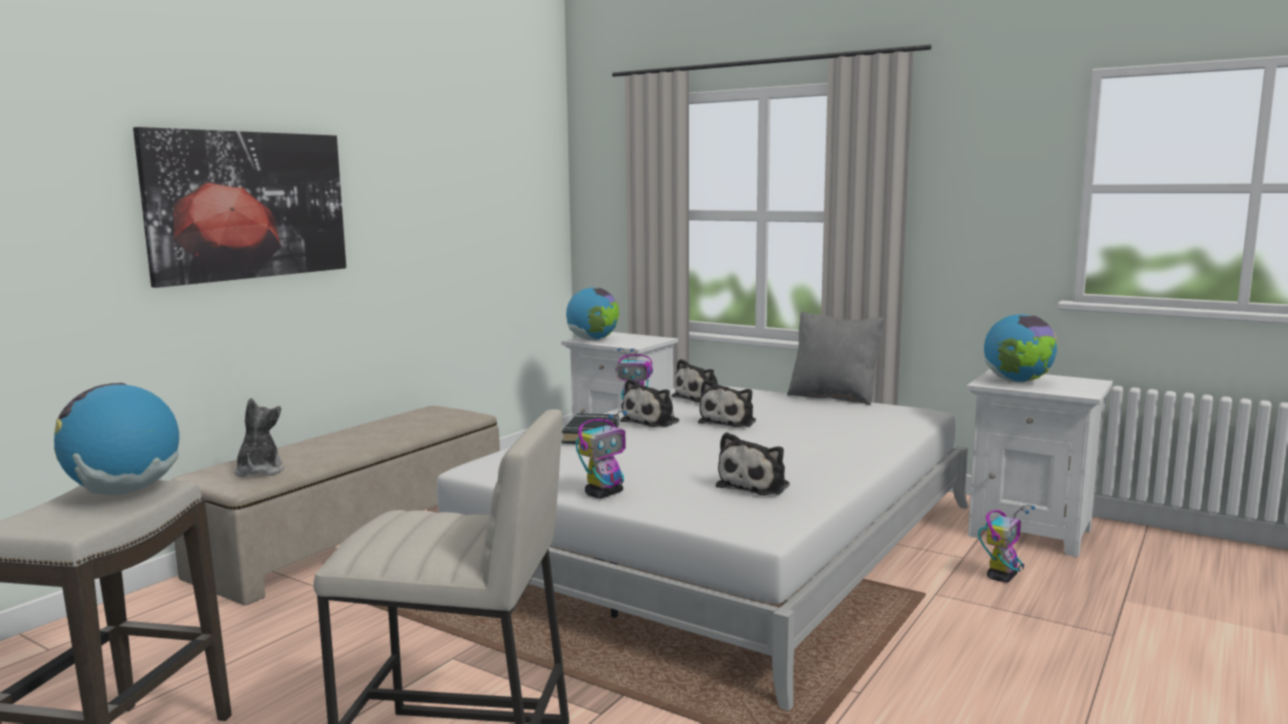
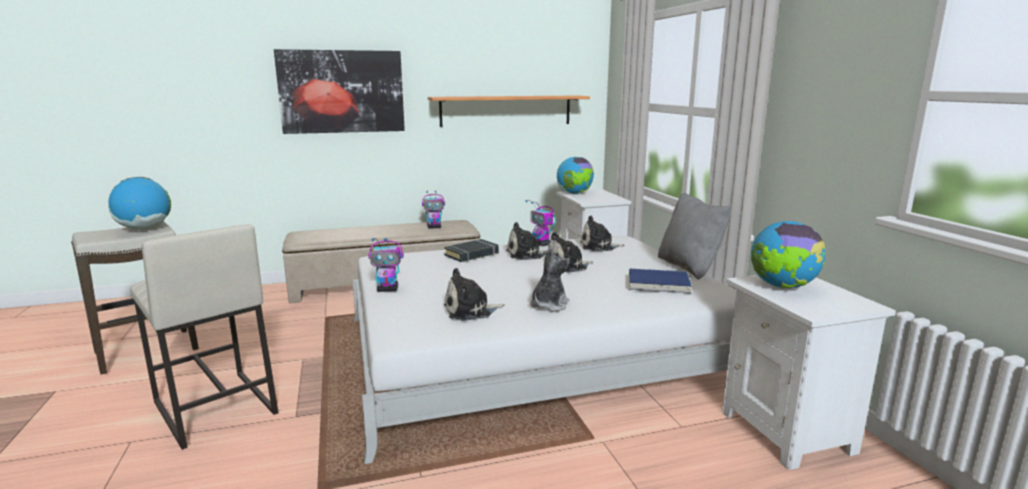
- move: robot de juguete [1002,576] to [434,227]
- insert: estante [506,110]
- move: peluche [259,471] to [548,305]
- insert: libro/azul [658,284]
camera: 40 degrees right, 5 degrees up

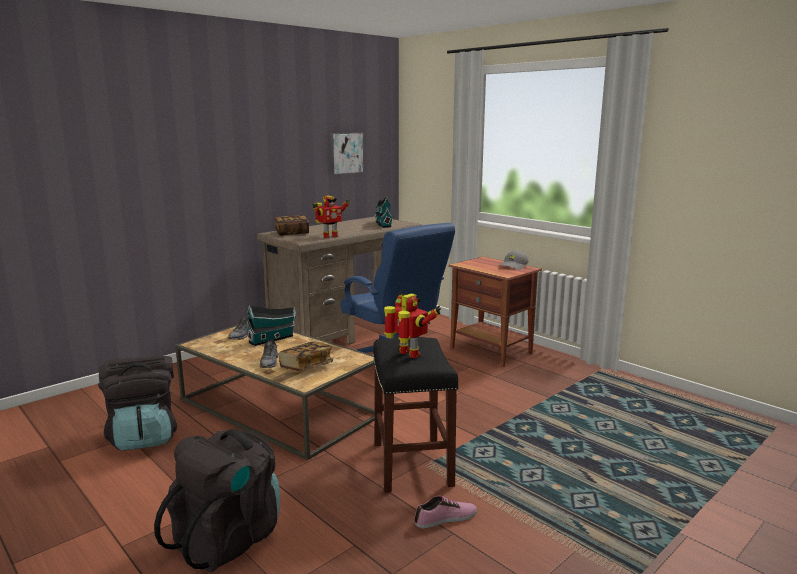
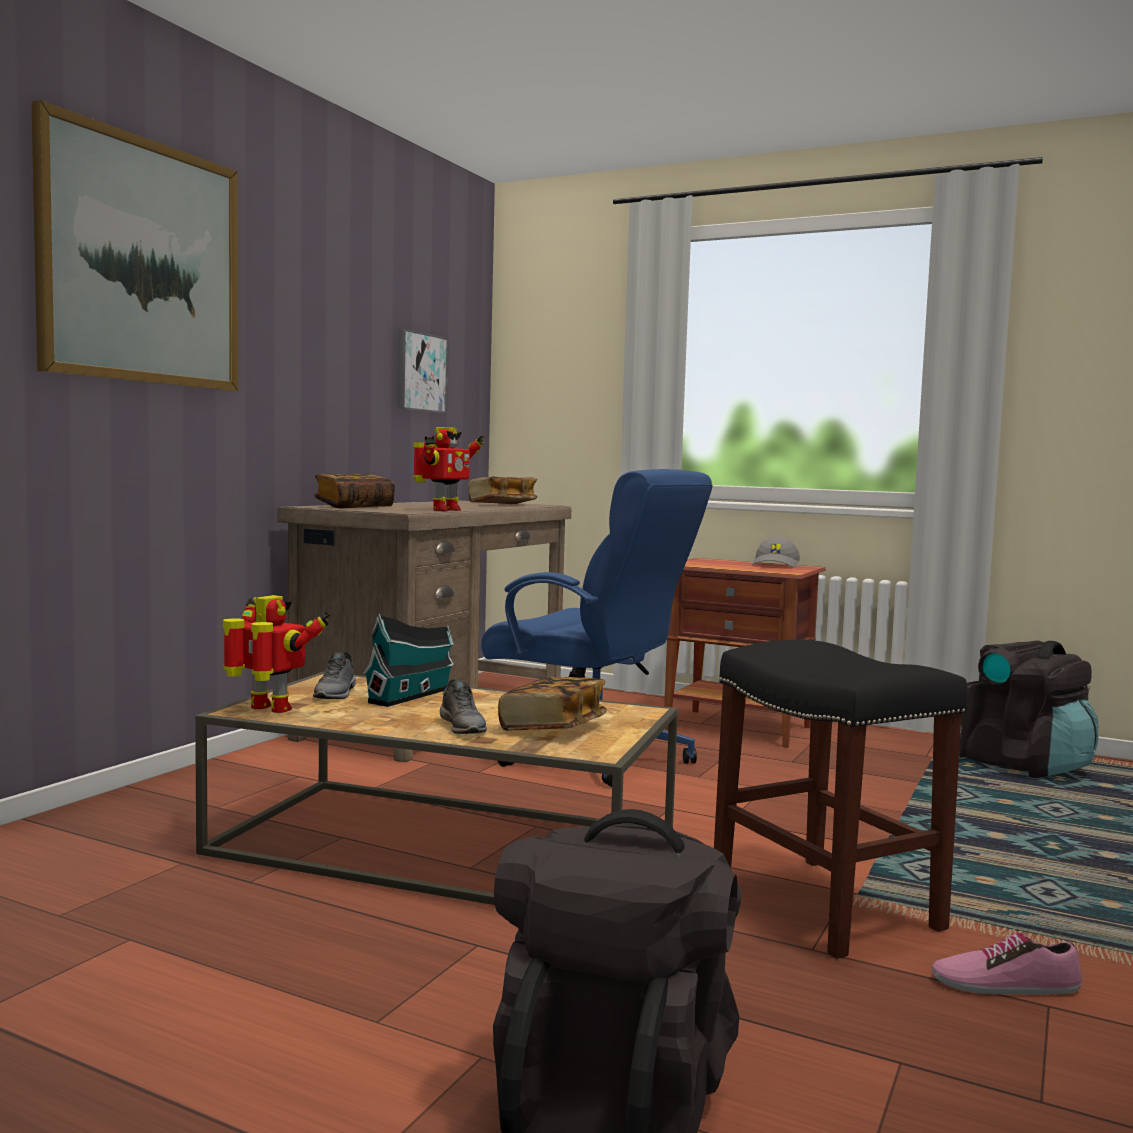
- insert: cuadro [142,262]
- move: robot de juguete [408,355] to [269,709]
- replace: casita [383,224] to libro [502,504]
- rotate: zapato [446,519] = [1004,984] 135 degrees counterclockwise
- move: mochila/negro [144,436] to [1022,766]
camera: 20 degrees left, 10 degrees down

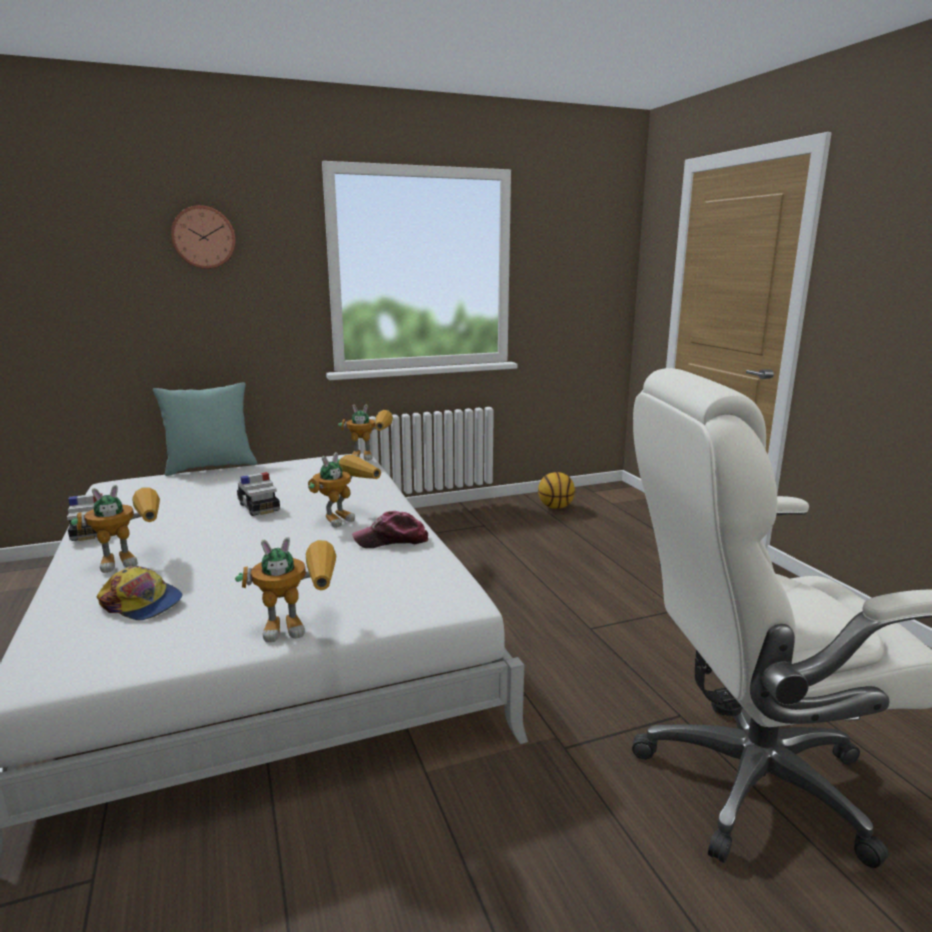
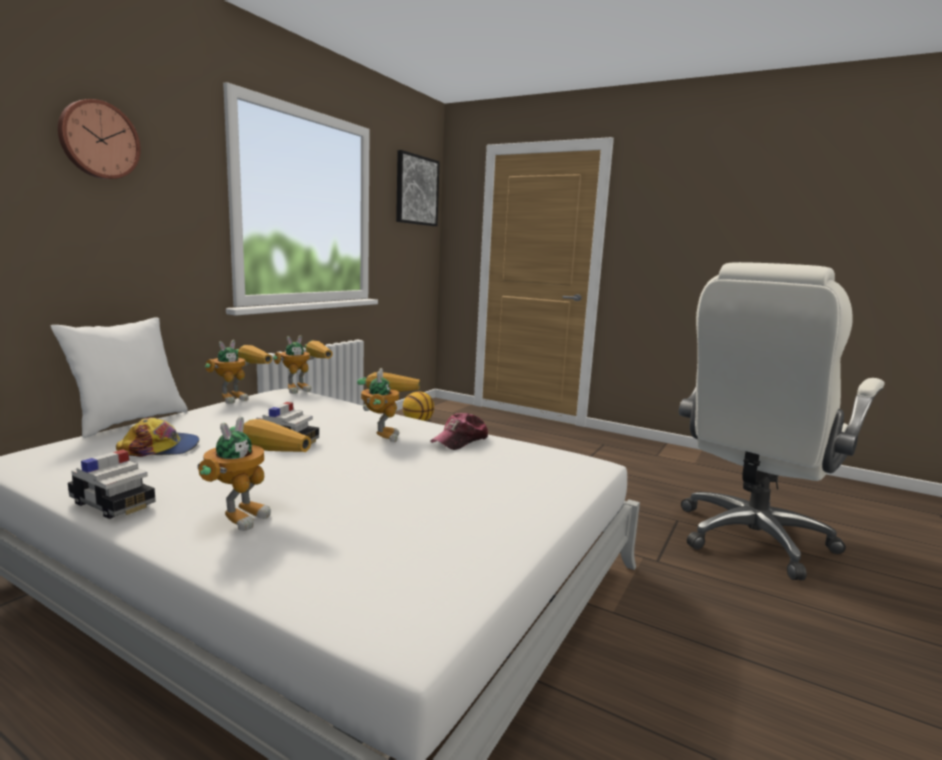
- recolor: cojín/turquesa [211,467] to cojín/blanco [129,421]
- move: gorra [142,603] to [161,448]
- move: robot de juguete [300,626] to [240,397]
- insert: cuadro [416,190]
camera: 40 degrees left, 5 degrees down

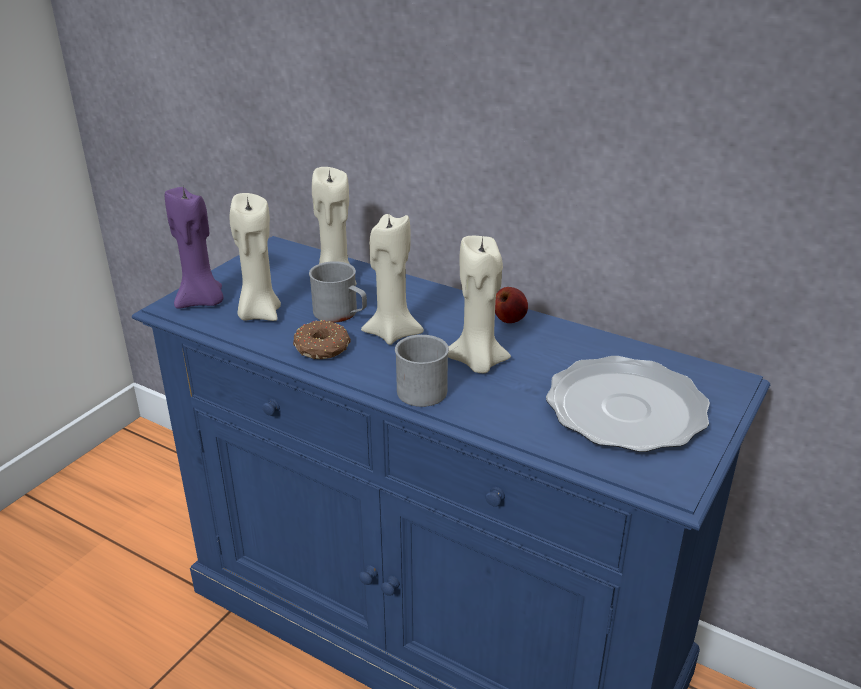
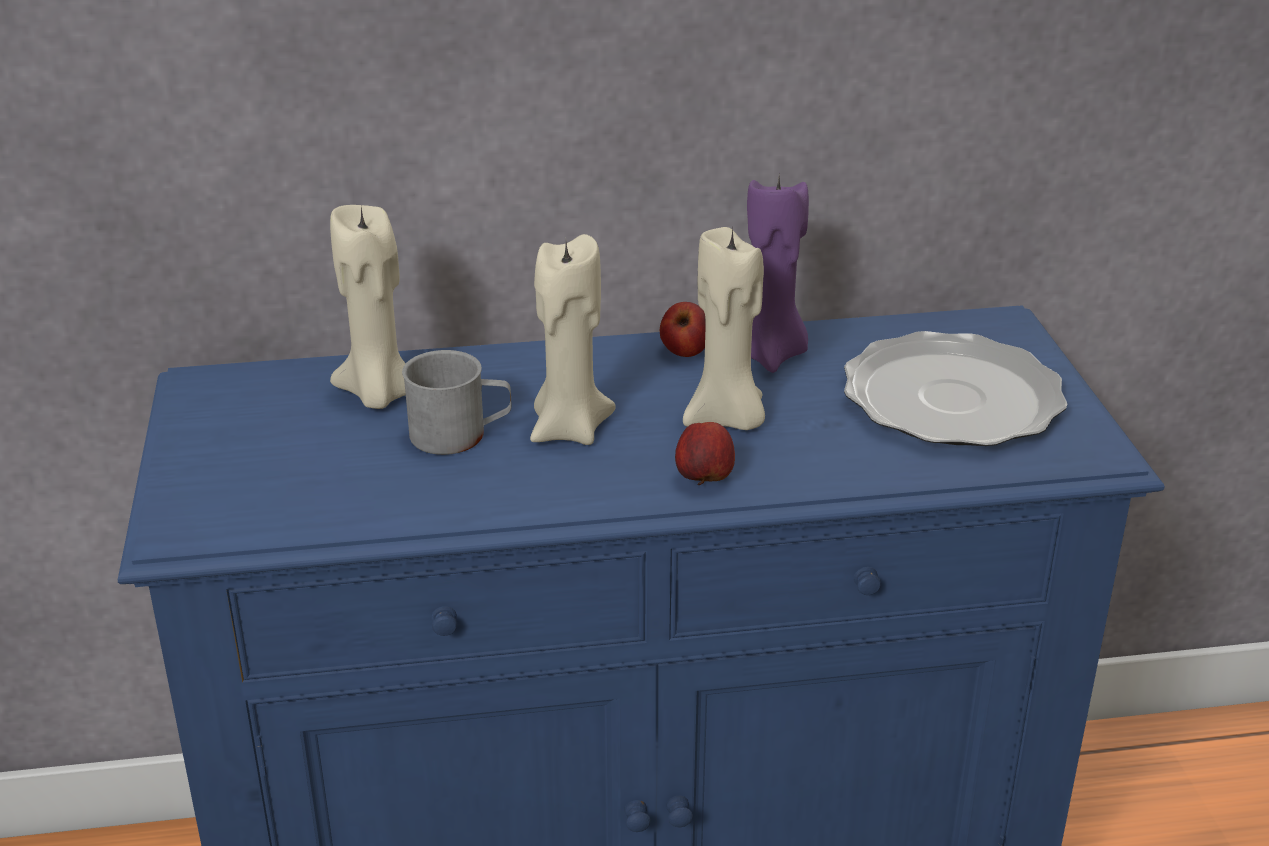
- replace: taza grande/gris [418,387] to manzana [704,479]
- move: vela/morado [202,302] to [772,356]
- delete: vela/beis [259,314]
- delete: rosquilla [322,348]
camera: 40 degrees left, 0 degrees up

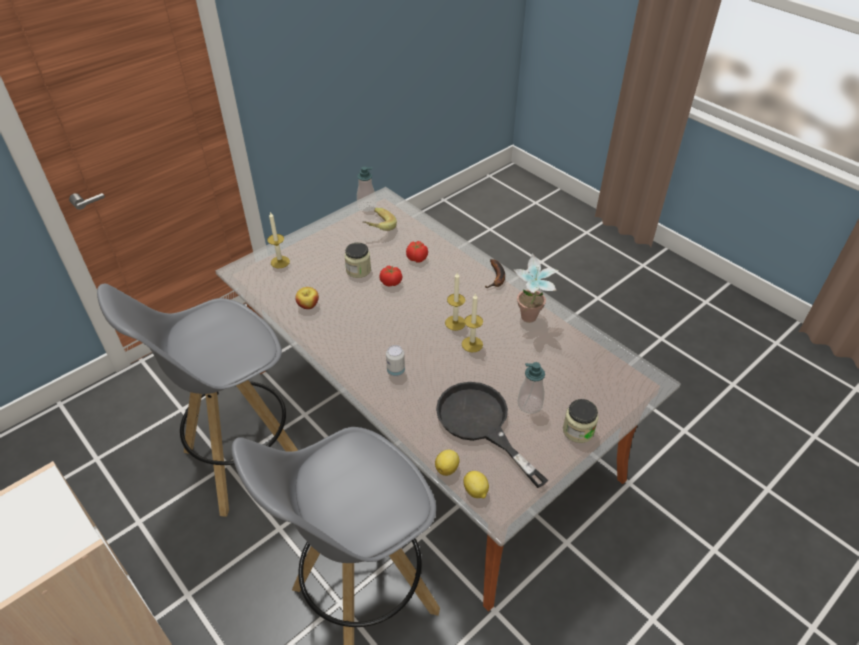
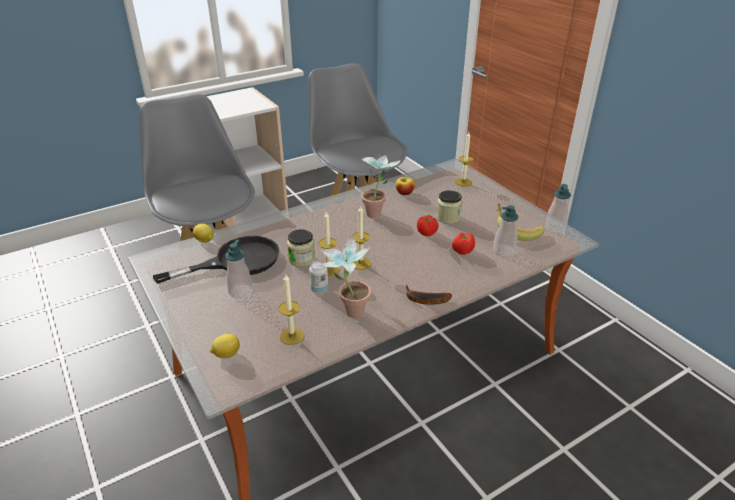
- move: limón [475,491] to [226,354]
- insert: vela [292,336]
- move: tarro [578,430] to [302,259]
- move: lata [396,371] to [319,289]
- insert: planta en maceta [378,212]
- insert: dispensador de jabón [503,251]
camera: 100 degrees right, 10 degrees down

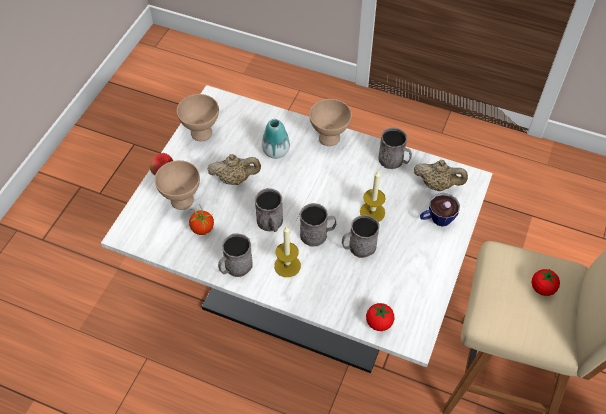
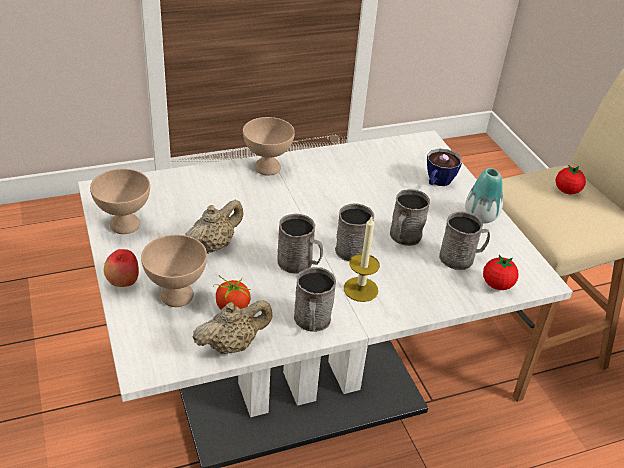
- move: tetera/beis [437,185] to [232,345]
- move: taza grande/gris [394,161] to [461,258]
- move: florero [276,151] to [480,216]
- delete: vela [372,212]
camera: 45 degrees left, 15 degrees down

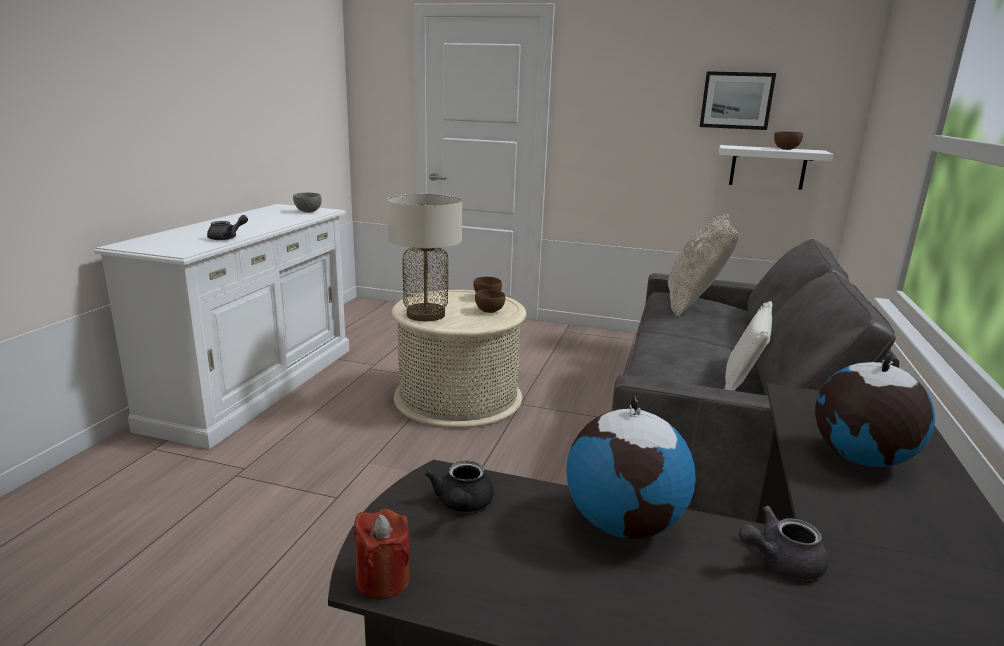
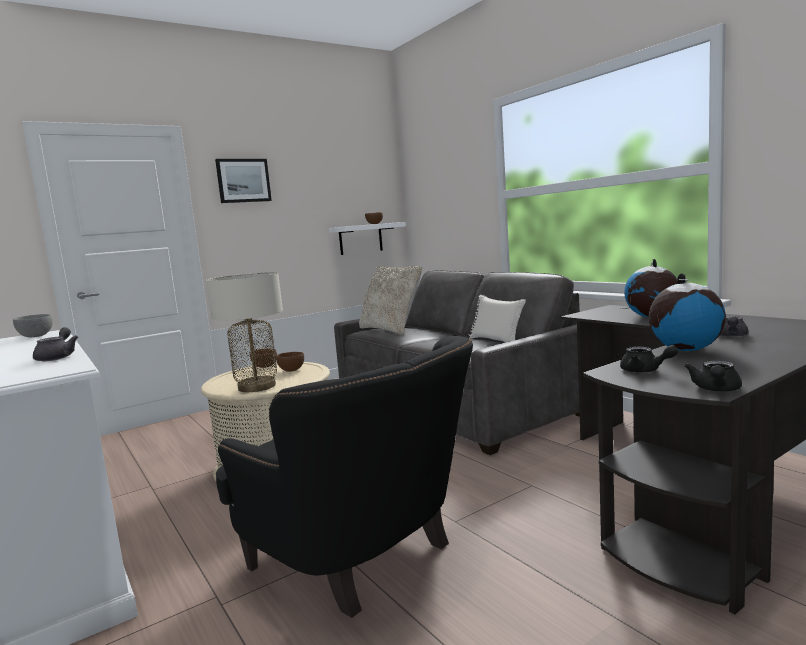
- move: cuadro [736,100] to [243,180]
- insert: sillón/negro [360,556]
- replace: vela/rojo [382,580] to tetera/negro [716,390]
camera: 50 degrees left, 10 degrees down

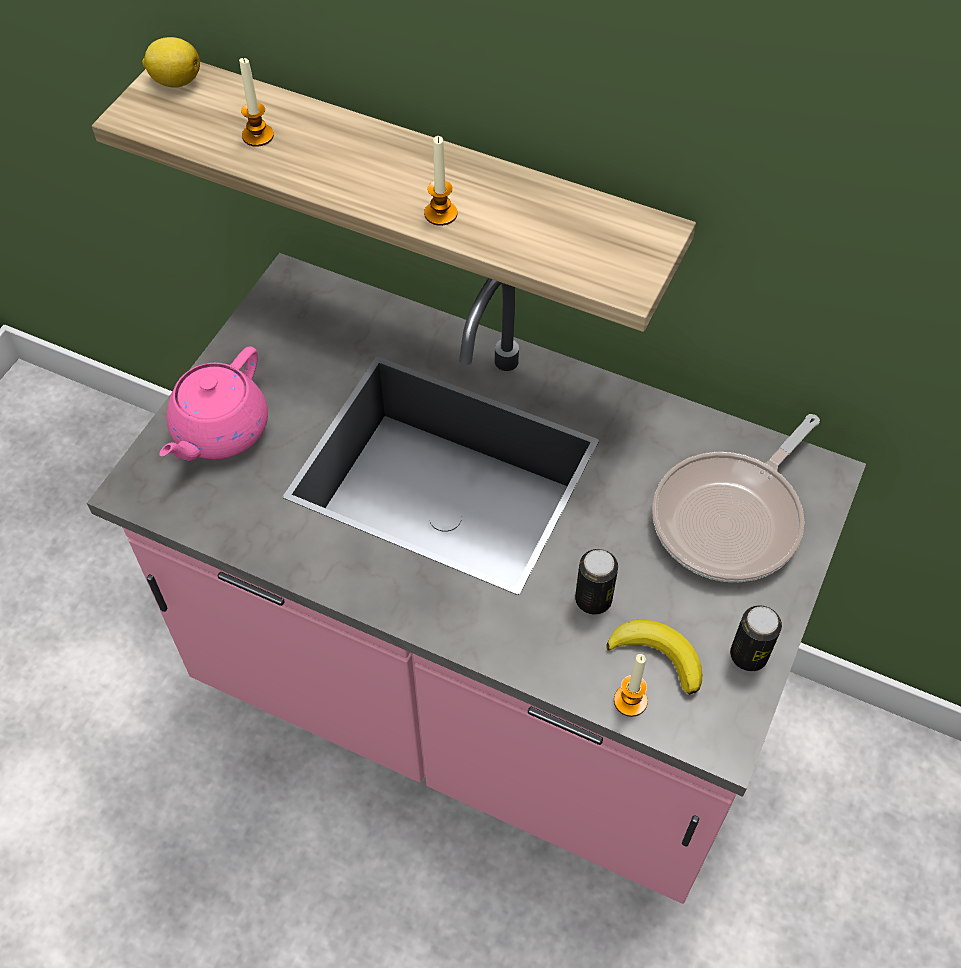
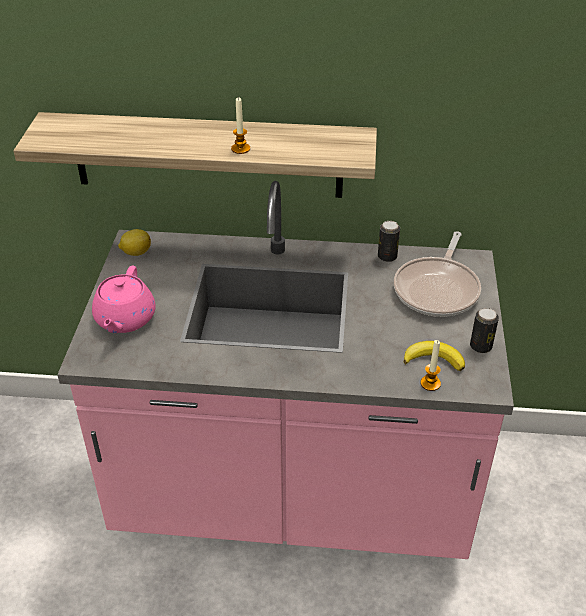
- move: limón [175,81] to [136,252]
- move: lata [593,599] to [387,257]
- delete: vela [258,136]
camera: 20 degrees left, 15 degrees down

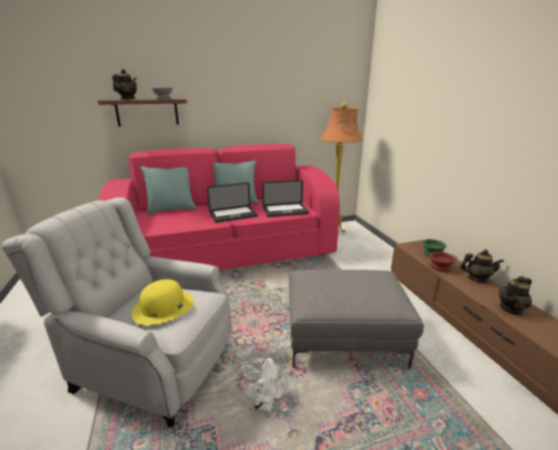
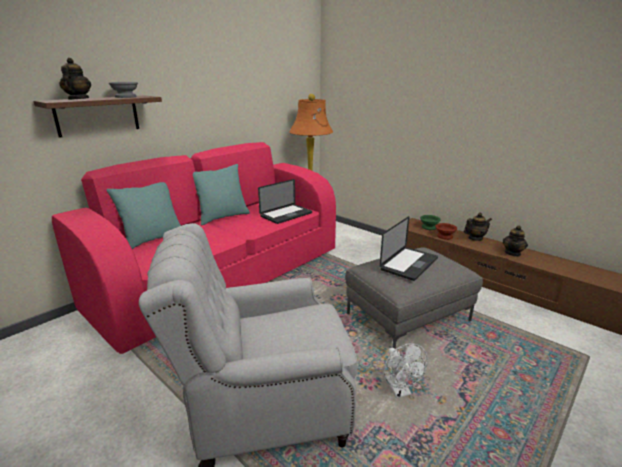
- move: portátil [233,215] to [409,264]
- delete: sombrero/amarillo [163,307]
camera: 30 degrees left, 0 degrees up

